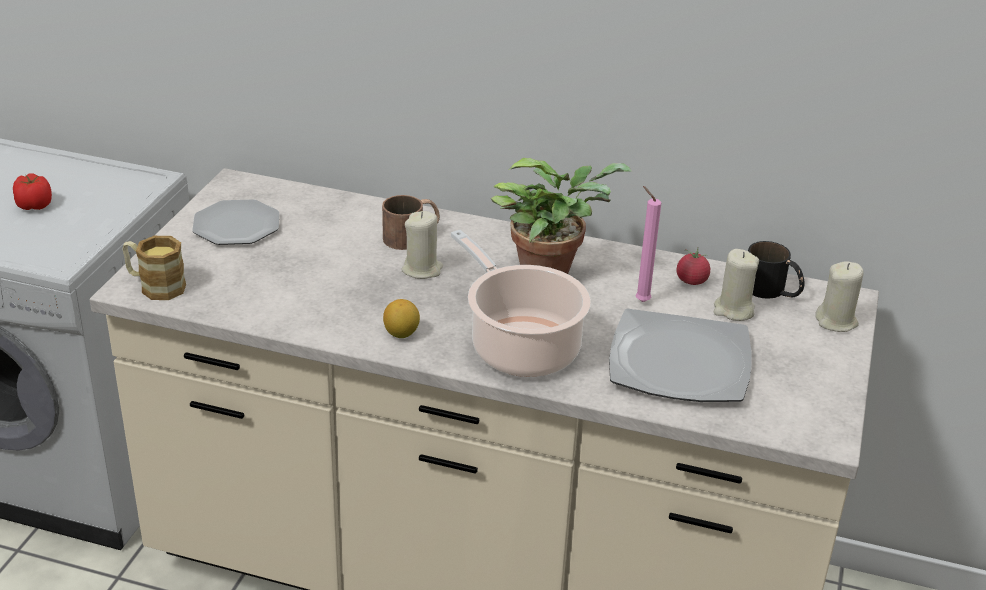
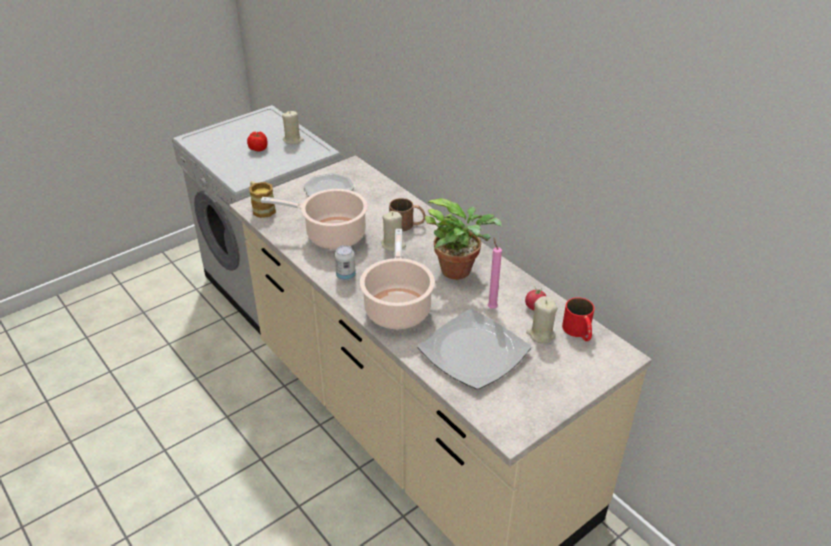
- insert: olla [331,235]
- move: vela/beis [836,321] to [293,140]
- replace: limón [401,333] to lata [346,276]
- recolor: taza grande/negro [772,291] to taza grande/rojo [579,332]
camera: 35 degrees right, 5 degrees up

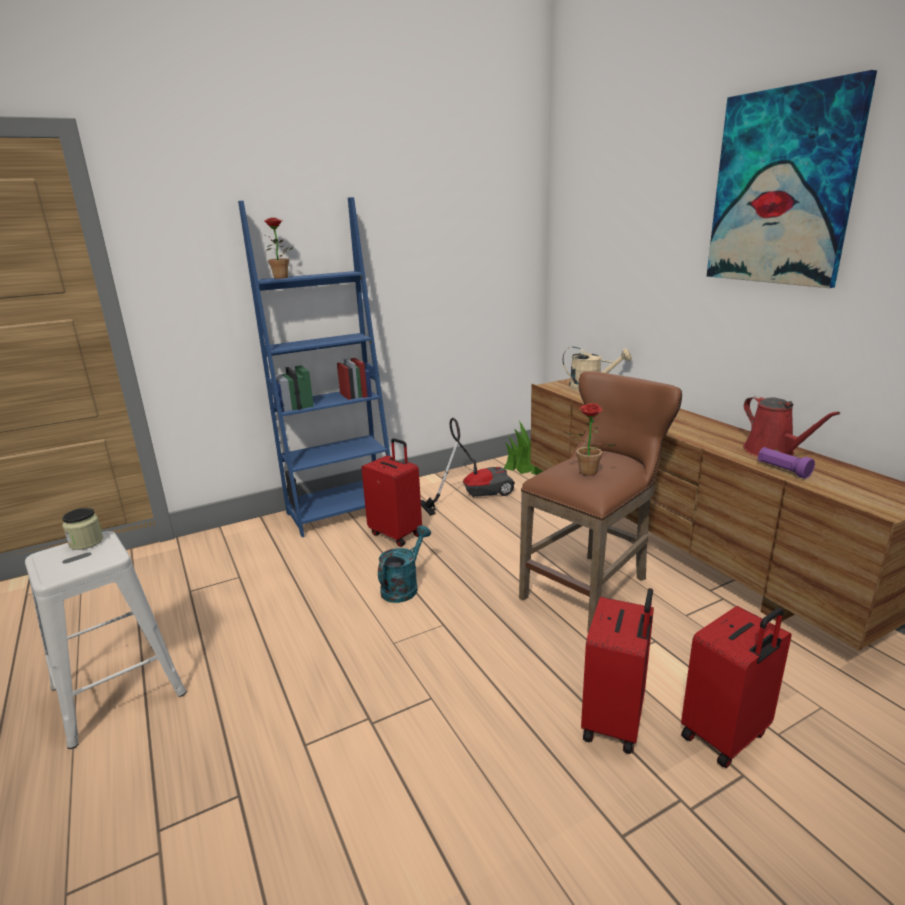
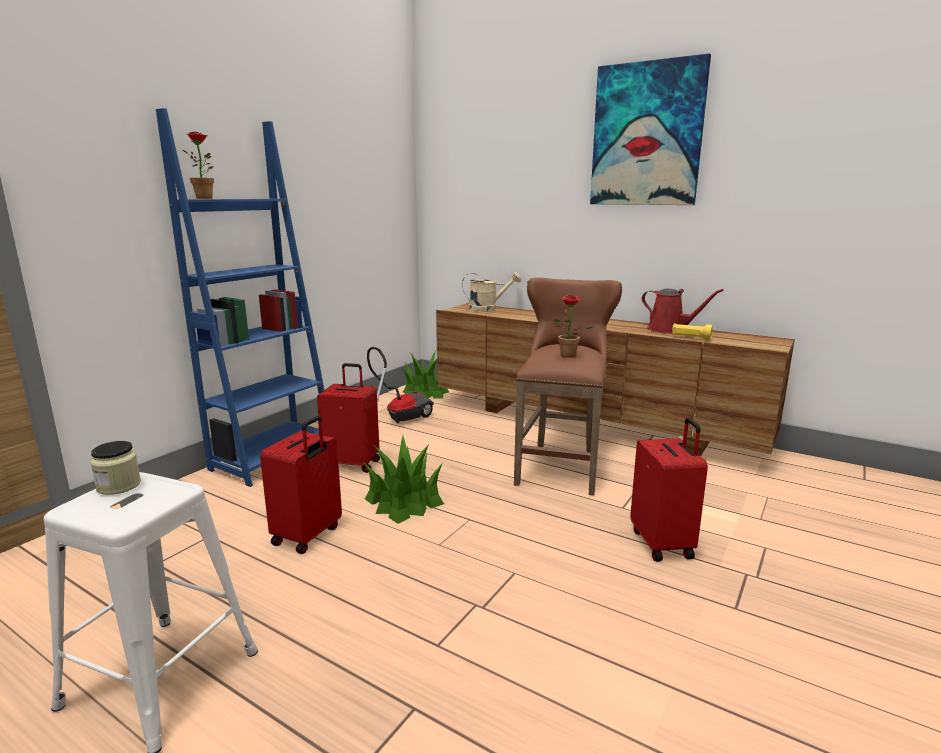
- move: maleta/rojo [726,736] to [308,536]
- replace: regadera/turquesa [403,587] to planta en maceta [403,501]
- recolor: linterna/morado [782,470] to linterna/amarillo [690,338]
camera: 30 degrees left, 5 degrees down

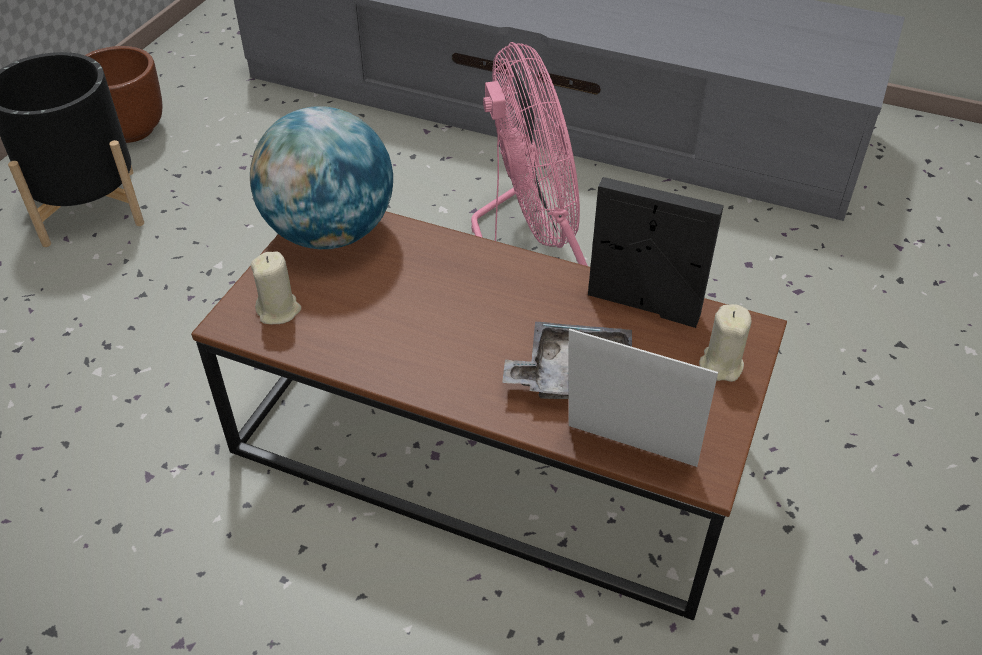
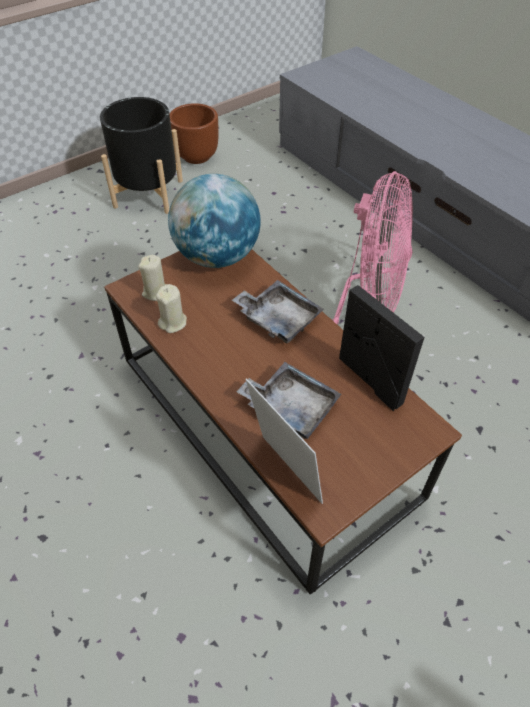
- move: vela/beis [720,365] to [173,322]
- insert: bandeja/gris [278,318]
camera: 30 degrees right, 5 degrees up

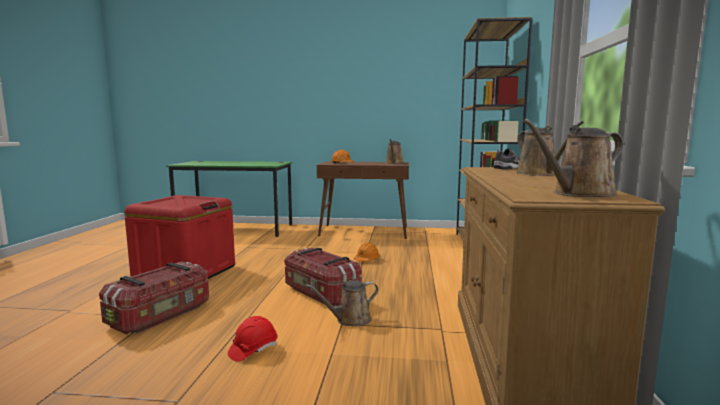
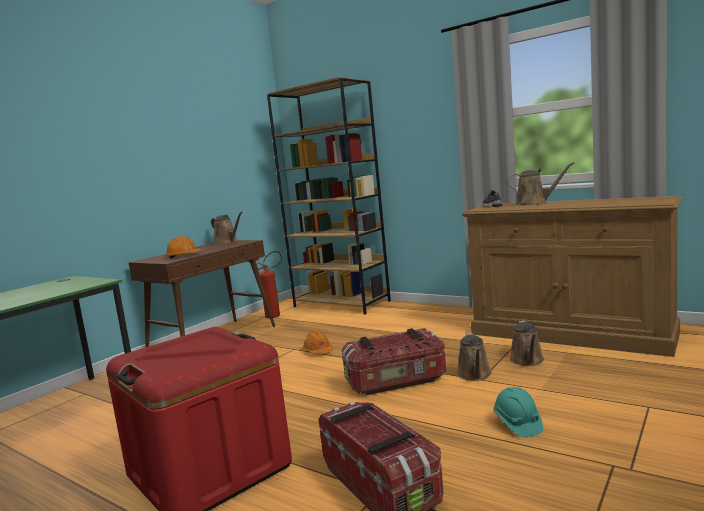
- insert: extintor [276,315]
- recolor: casco/rojo [253,350] to casco/turquesa [517,424]
- move: regadera/marrón [579,194] to [527,361]
camera: 60 degrees left, 0 degrees up

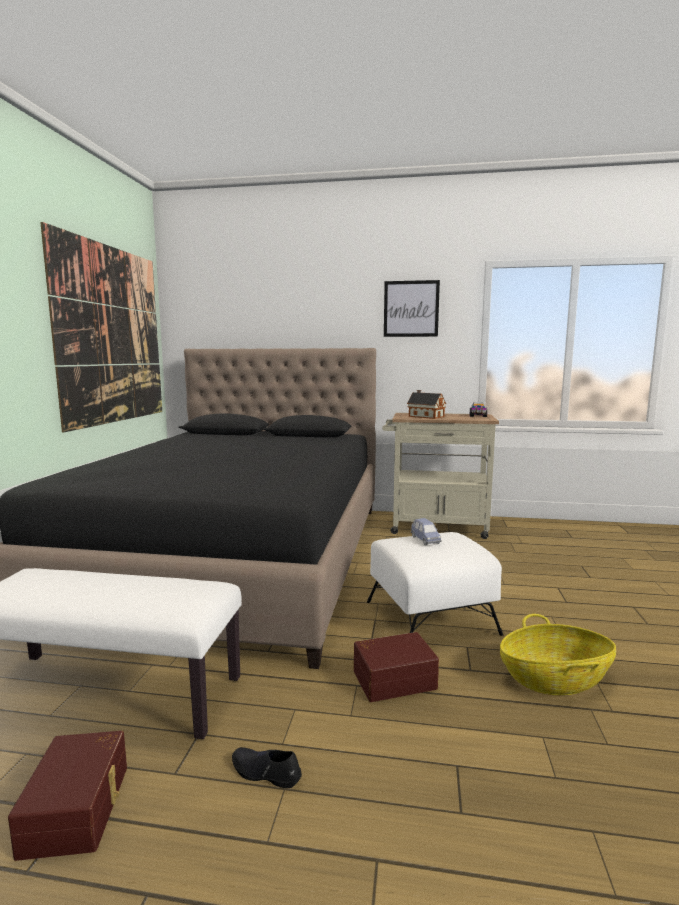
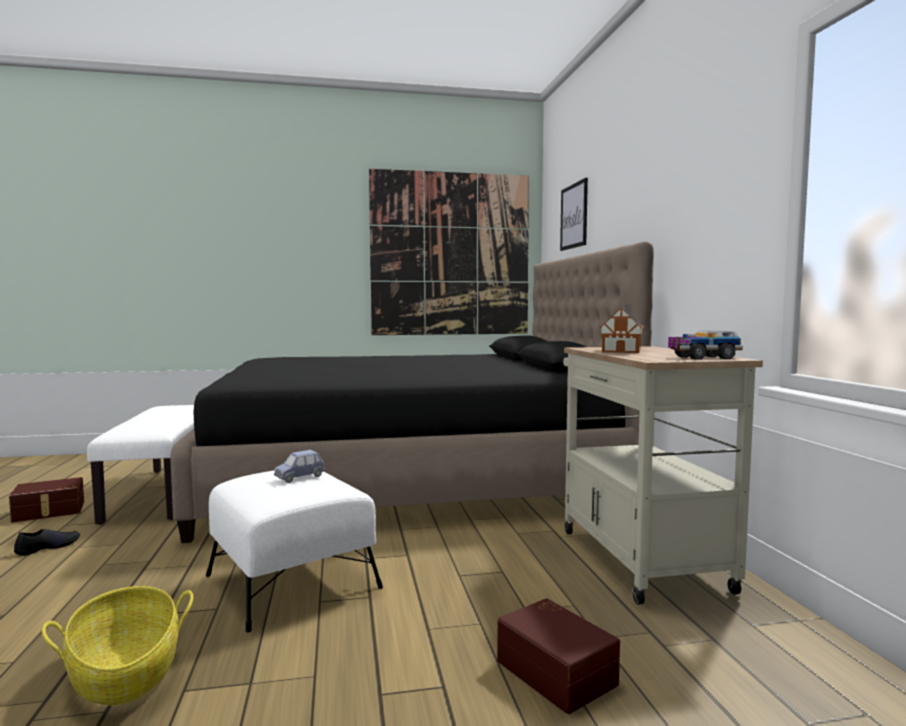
- rotate: zapato/negro [265,772] = [48,547] 45 degrees clockwise
- move: caja de almacenaje/marrón [393,678] to [557,671]
- move: cuadro [411,309] to [574,216]
camera: 70 degrees right, 5 degrees down

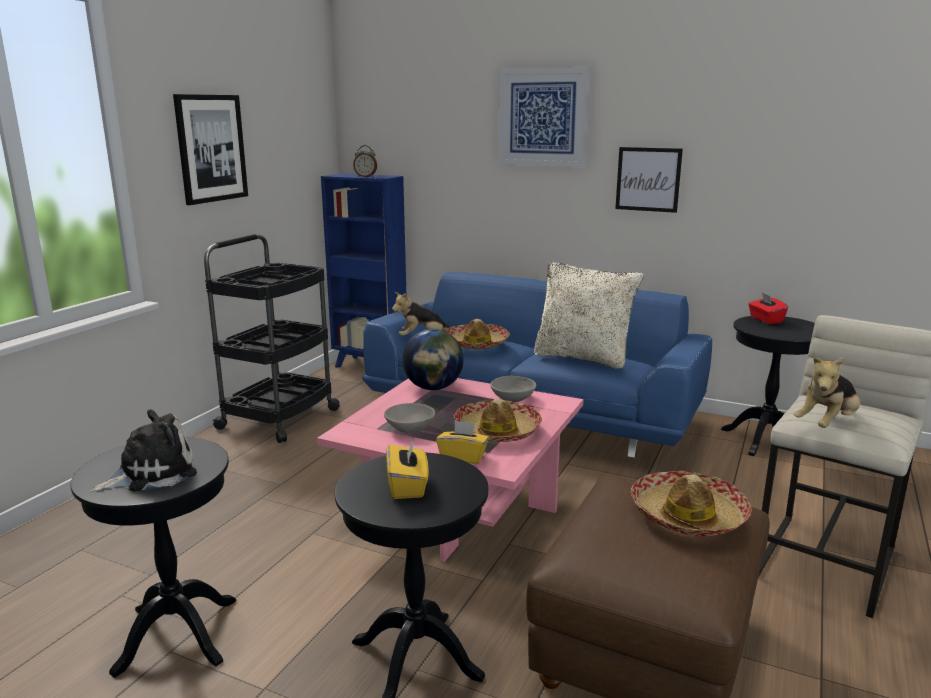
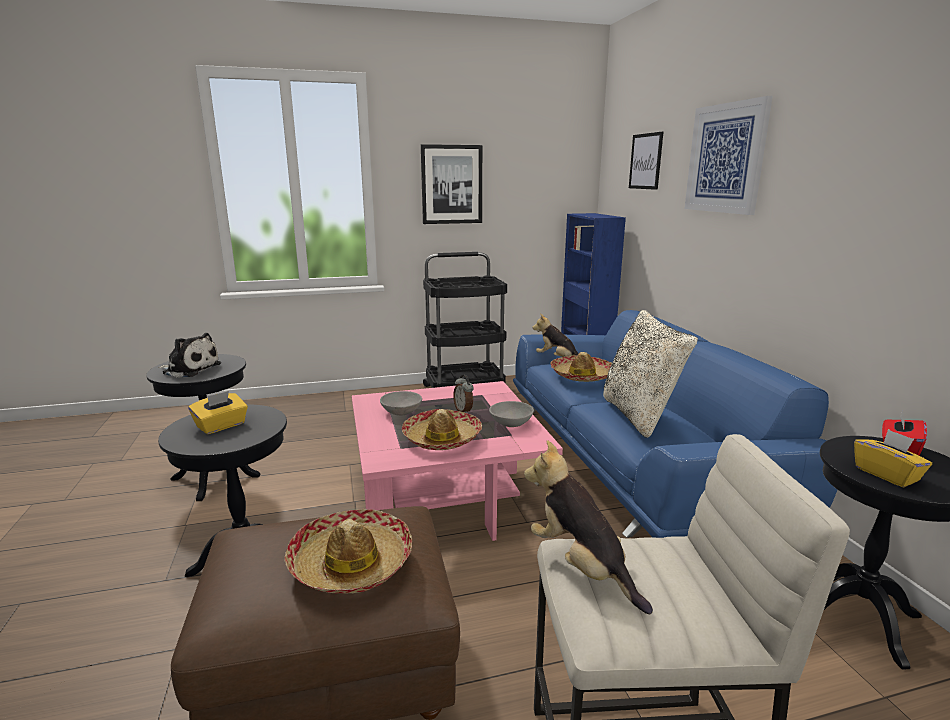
- move: despertador [366,177] to [464,411]
- rotate: peluche [827,424] = [581,566] 45 degrees clockwise
- move: cuadro [648,179] to [645,161]
- move: caja de pañuelos/amarillo [463,457] to [886,474]
- delete: globo terráqueo [433,388]
camera: 50 degrees right, 0 degrees up

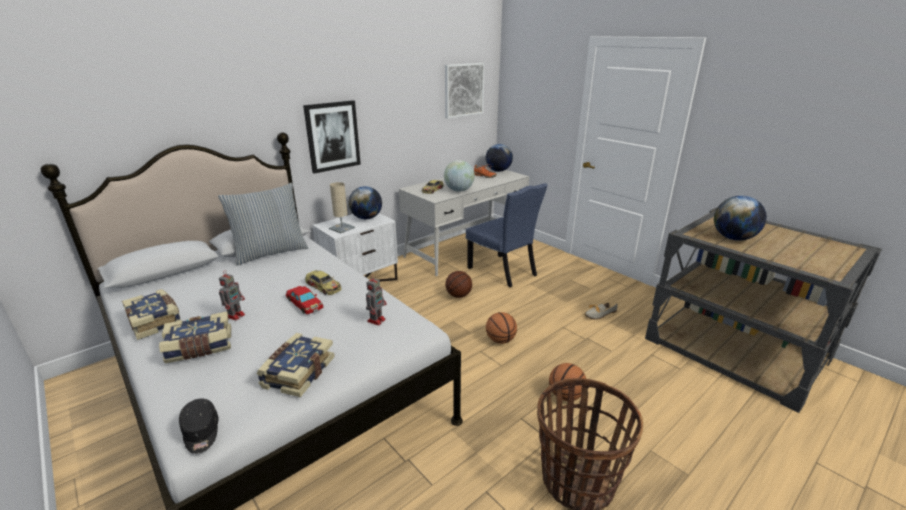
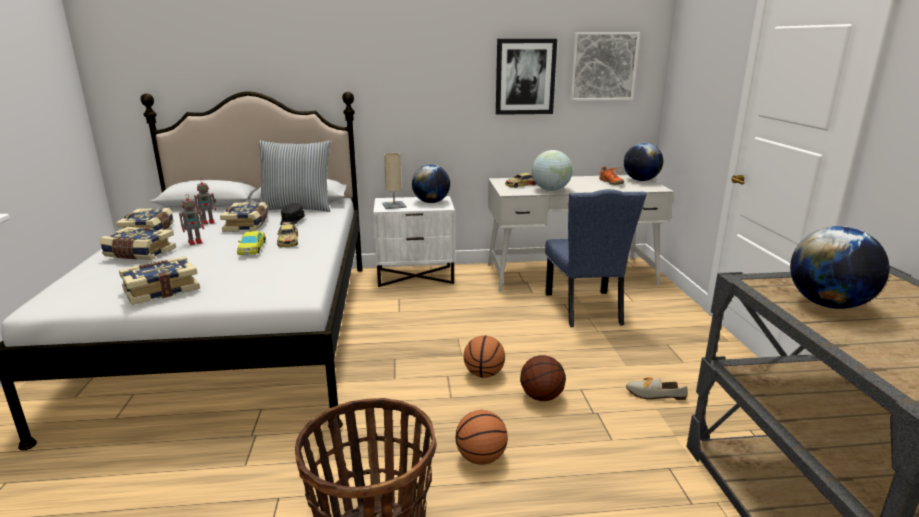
- move: robot de juguete [377,320] to [209,222]
- insert: libro [247,225]
- recolor: coche de juguete/rojo [304,303] to coche de juguete/amarillo [252,247]
- move: gorra/negro [201,433] to [291,221]
- move: cuadro [332,136] to [525,77]
- move: balón de baloncesto [458,295] to [541,397]
camera: 35 degrees right, 5 degrees down

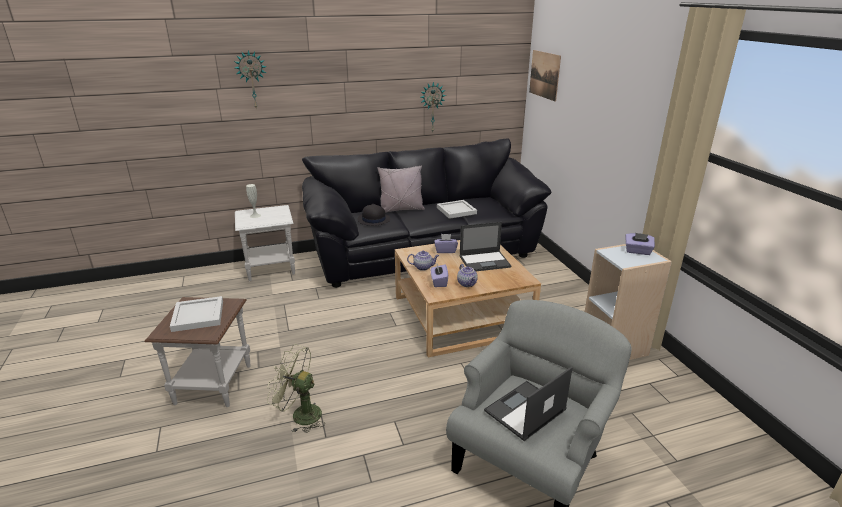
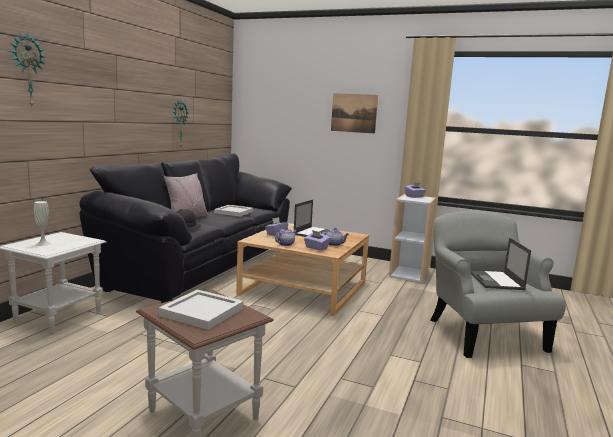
- move: cuadro [544,75] to [354,113]
- delete: ventilador/verde [300,414]
camera: 50 degrees left, 15 degrees down

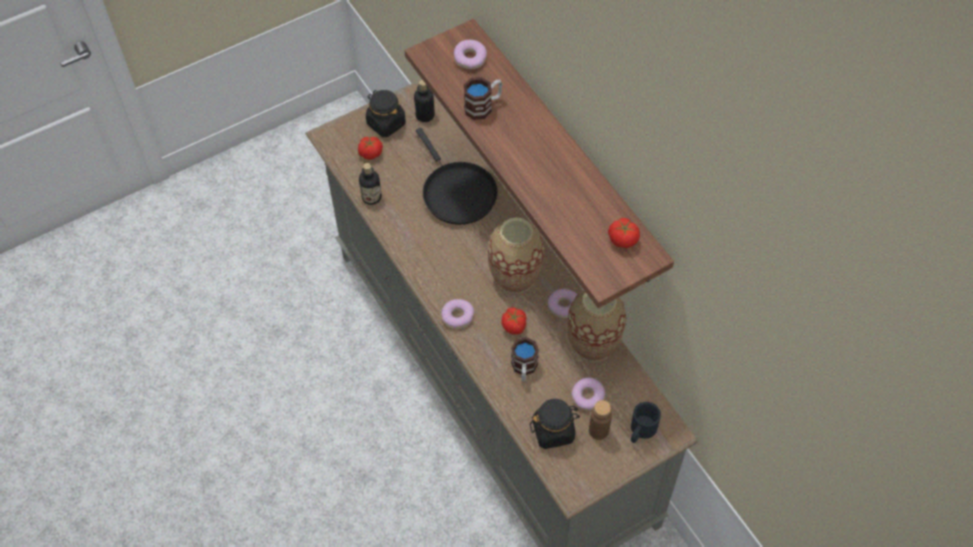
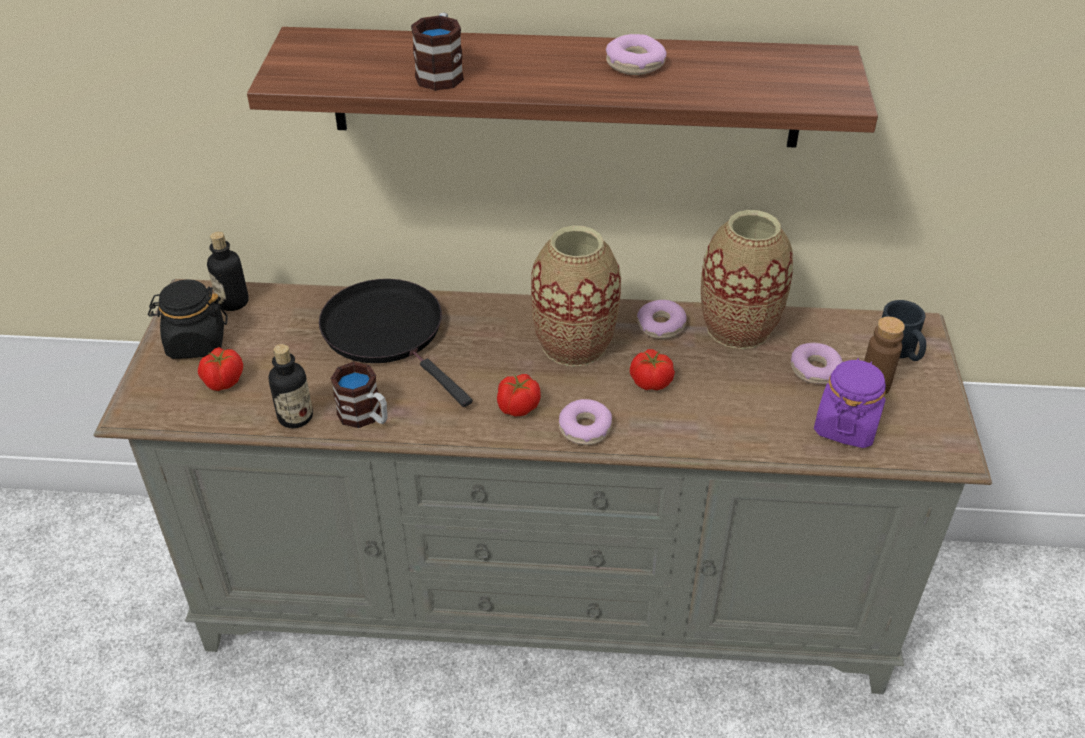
- rotate: sartén/negro [456,192] = [388,333] 135 degrees counterclockwise
- move: taza grande [524,369] to [365,416]
- move: tomate [622,240] to [518,407]
- move: rosquilla [470,58] to [635,64]
- recolor: tarro/negro [553,431] to tarro/morado [846,426]
camera: 55 degrees left, 15 degrees down

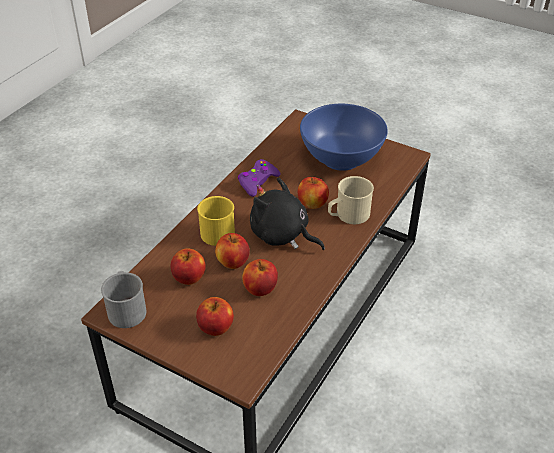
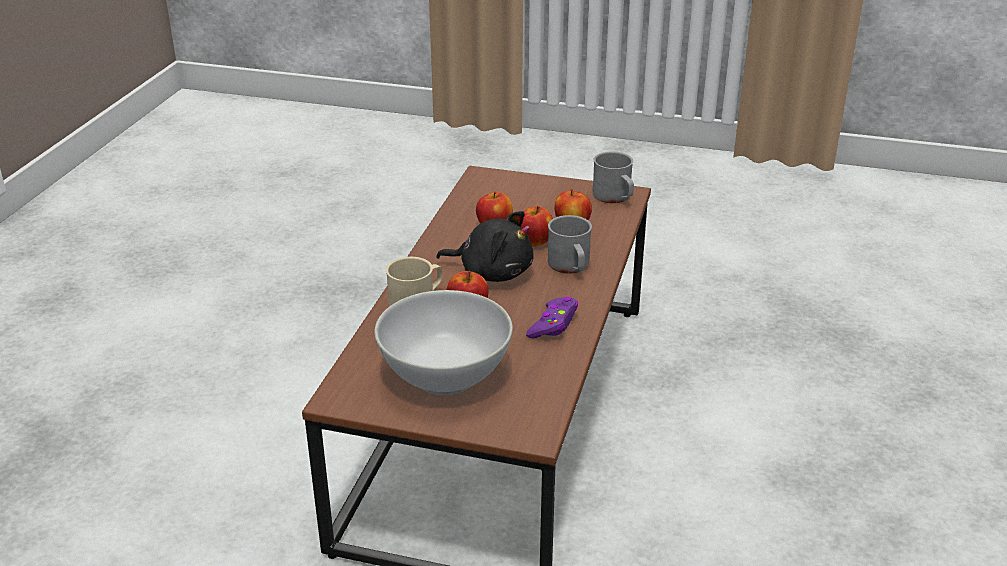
- recolor: cuenco/azul [340,158] to cuenco/blanco [446,376]
- recolor: taza grande/amarillo [218,230] to taza grande/gris [571,267]
- delete: manzana [215,328]
camera: 165 degrees right, 10 degrees down

